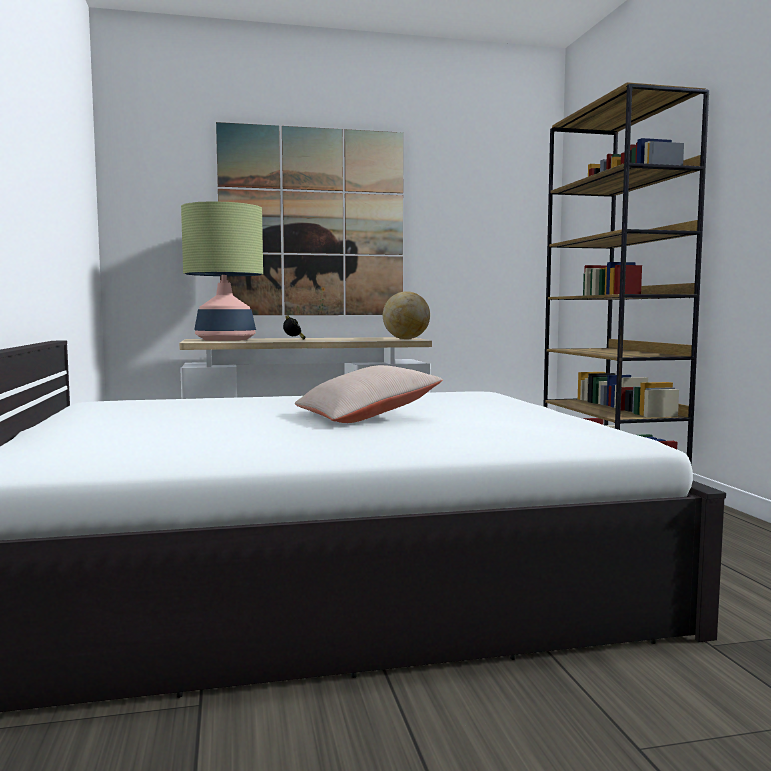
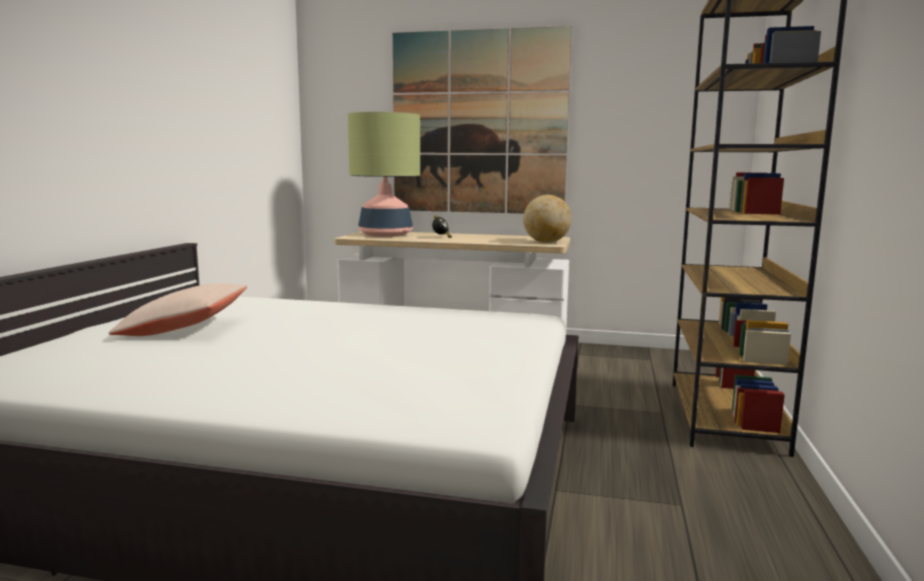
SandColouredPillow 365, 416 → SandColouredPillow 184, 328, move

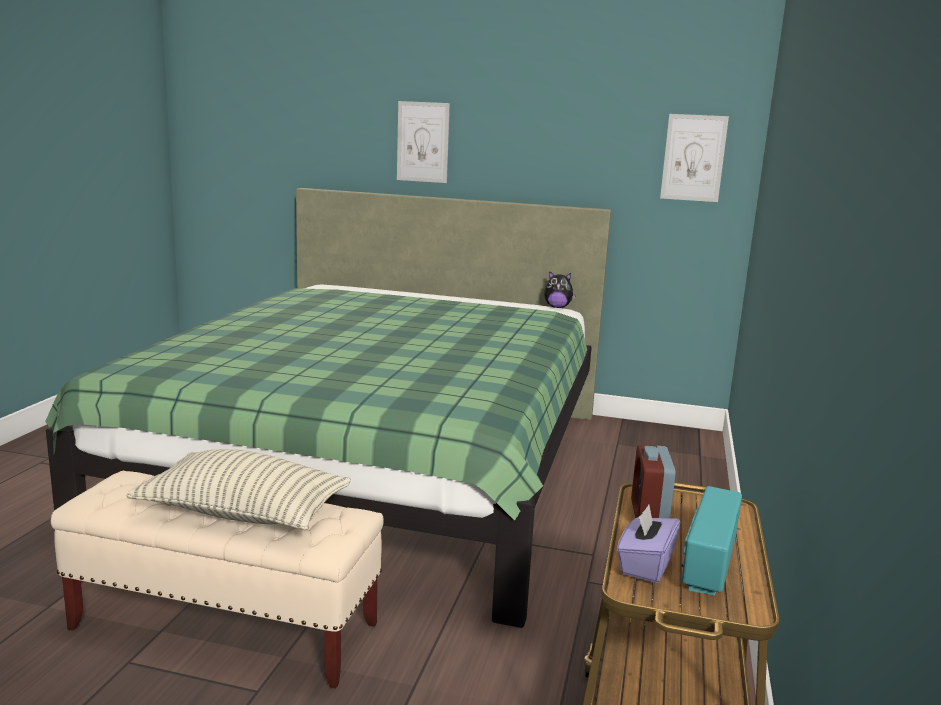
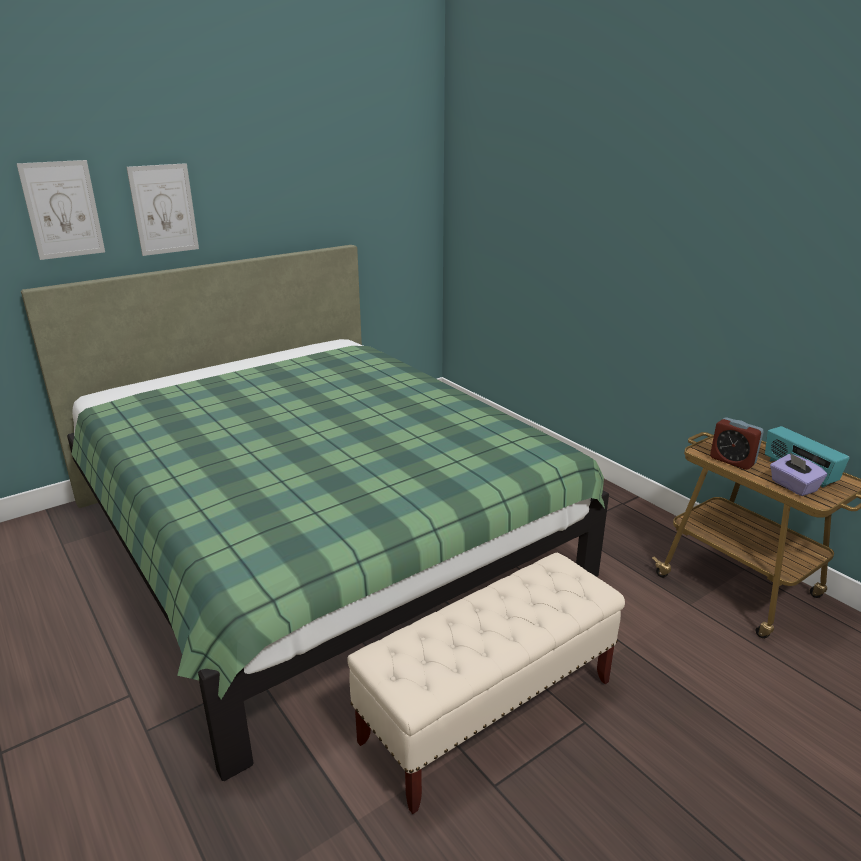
Pillow 243, 513 → -
PlushToy 557, 307 → -
WallArt 693, 158 → WallArt 62, 210, move

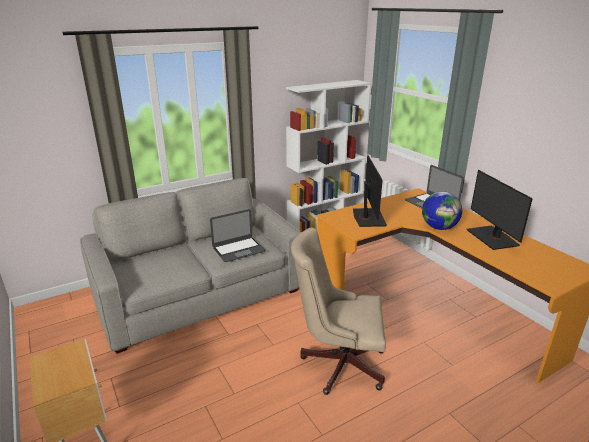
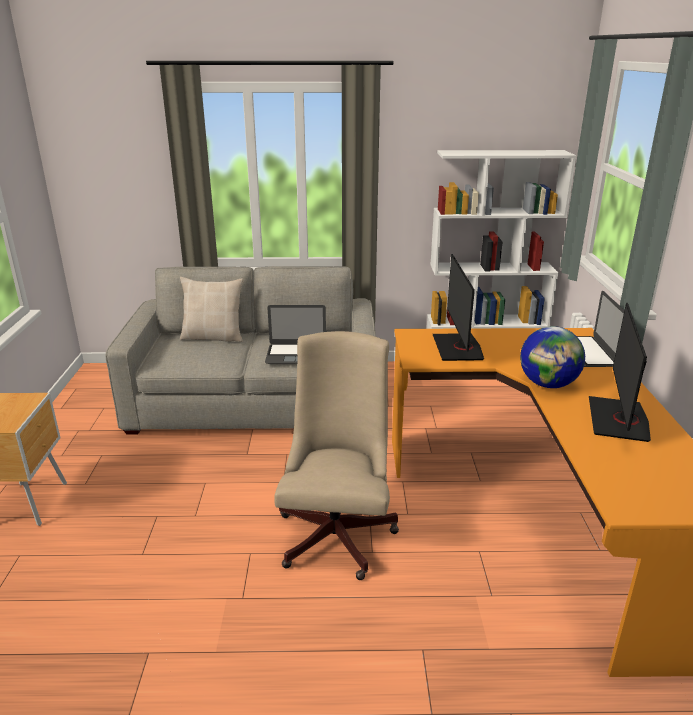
- → SandColouredPillow 213, 337
SandColouredDeskChair 338, 363 → SandColouredDeskChair 338, 531, 60 degrees clockwise
Monitor 368, 218 → Monitor 458, 348, 150 degrees clockwise

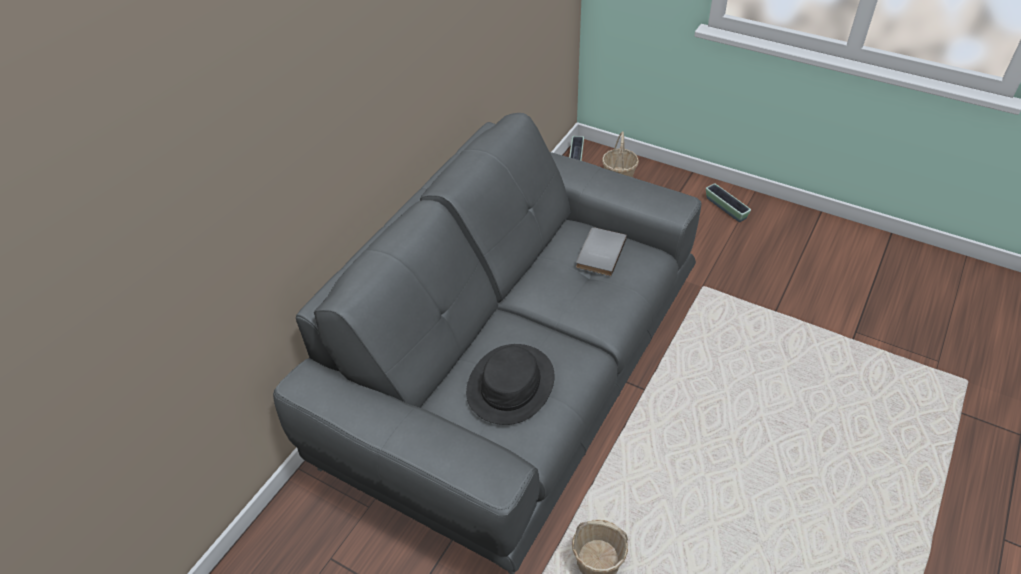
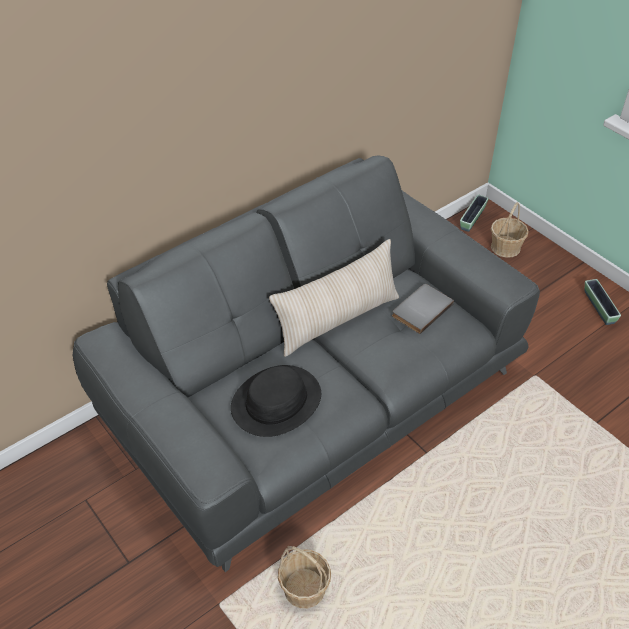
- → SandColouredPillow 337, 320

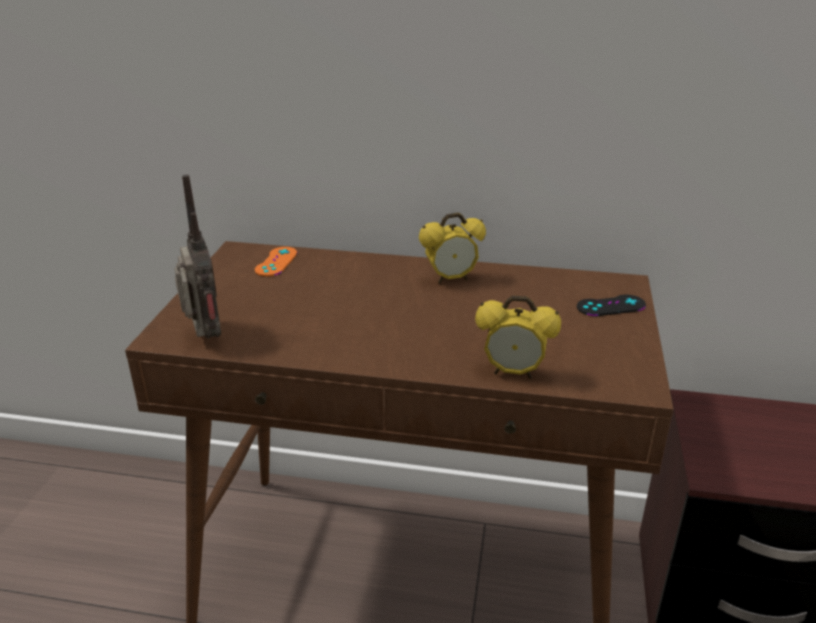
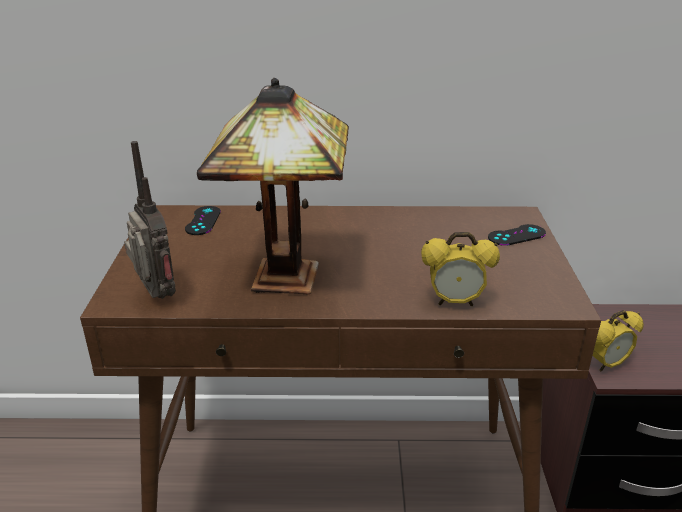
- → LampForATable 288, 280
TableClock 451, 279 → TableClock 606, 364, move
OrangeyGameController 276, 262 → BlackishGameController 203, 221

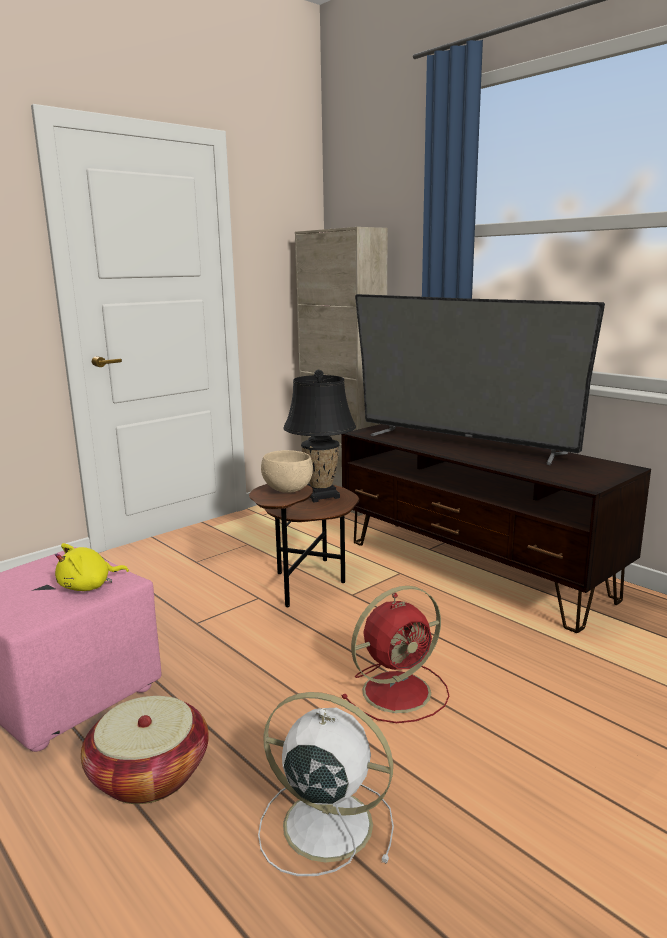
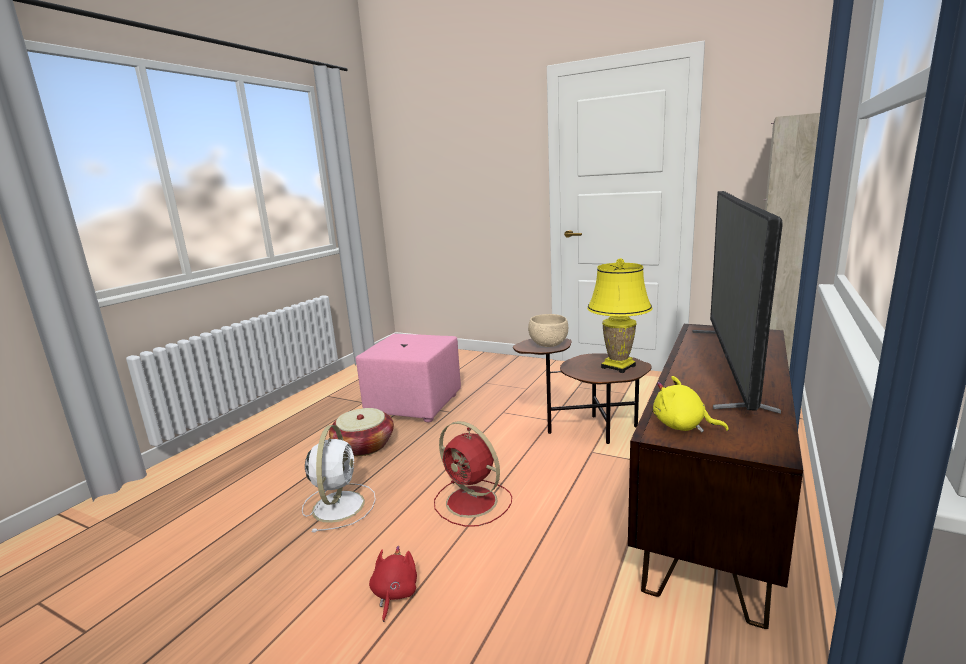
- → RedColouredPlushToy 394, 594
YellowColouredPlushToy 89, 586 → YellowColouredPlushToy 682, 426, move
BlackishLampForATable 321, 496 → YellowColouredLampForATable 618, 367

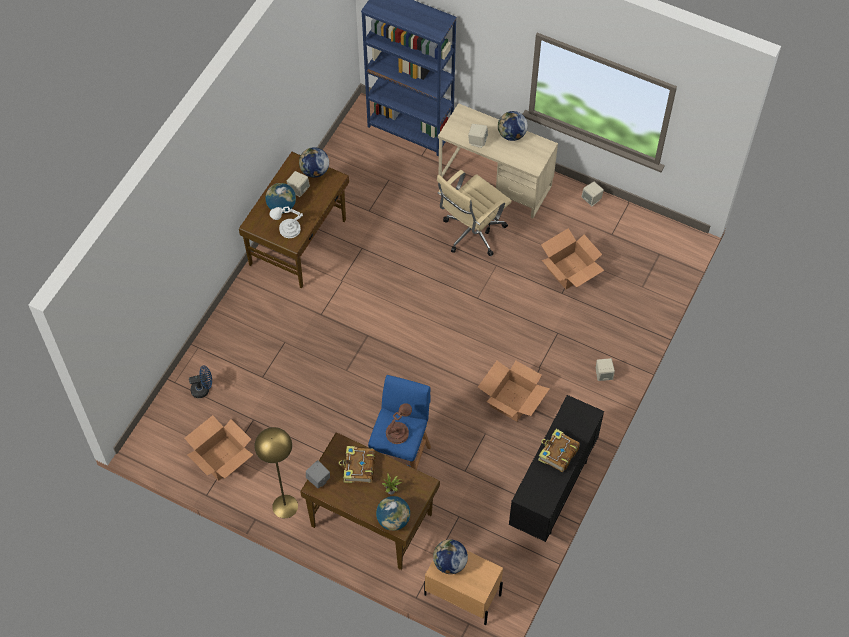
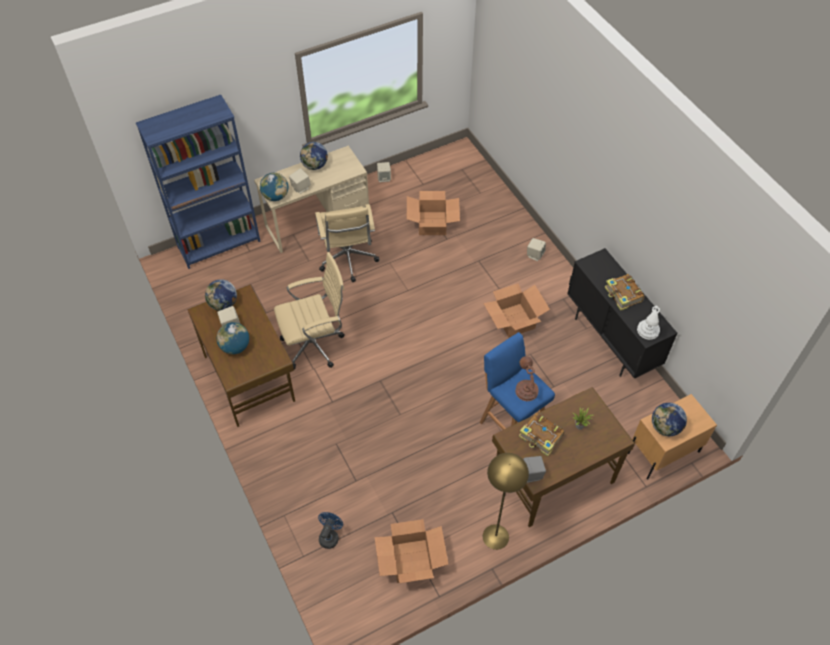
- → SandColouredDeskChair 316, 345
WhiteLampForATable 288, 230 → WhiteLampForATable 647, 332, move
DeskGlobe 393, 520 → DeskGlobe 275, 196, move

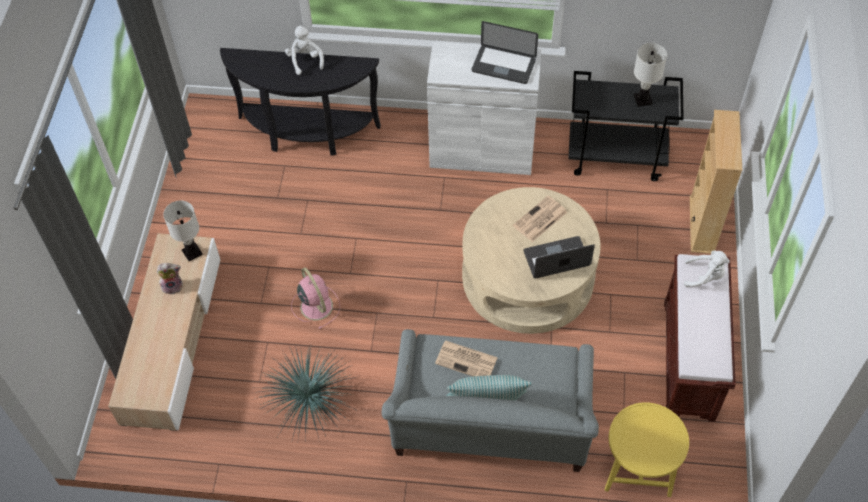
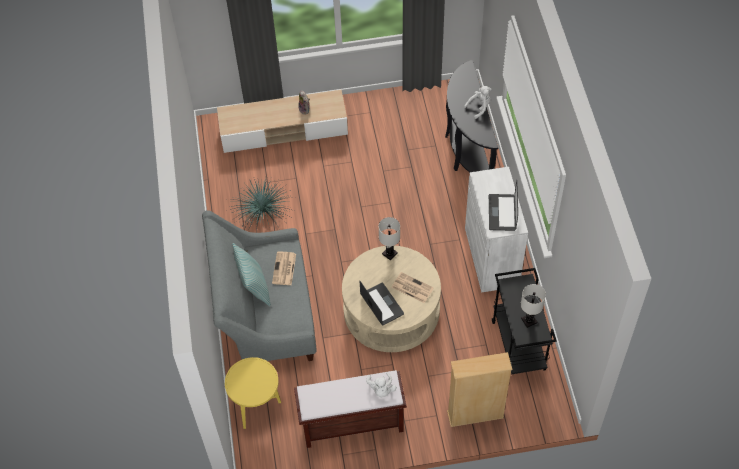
PinkElectricFan 316, 305 → -
WhiteLampForATable 192, 252 → WhiteLampForATable 390, 253, move

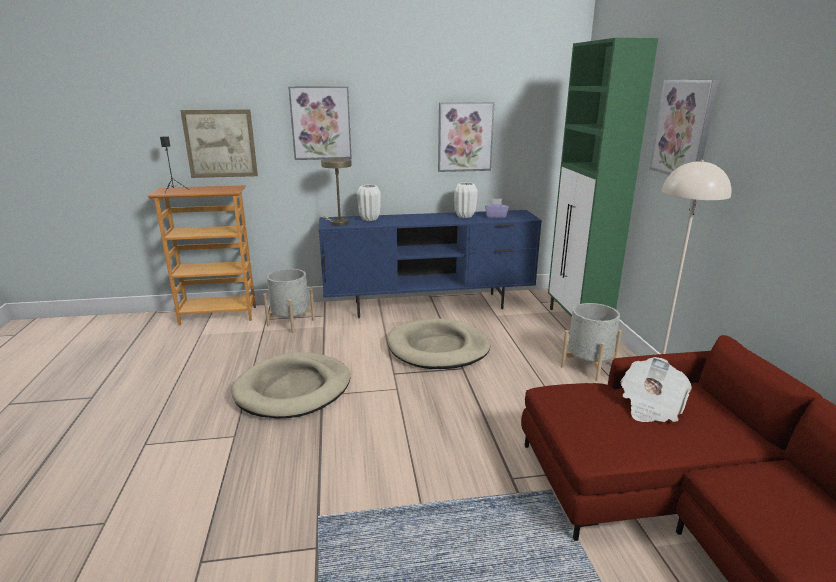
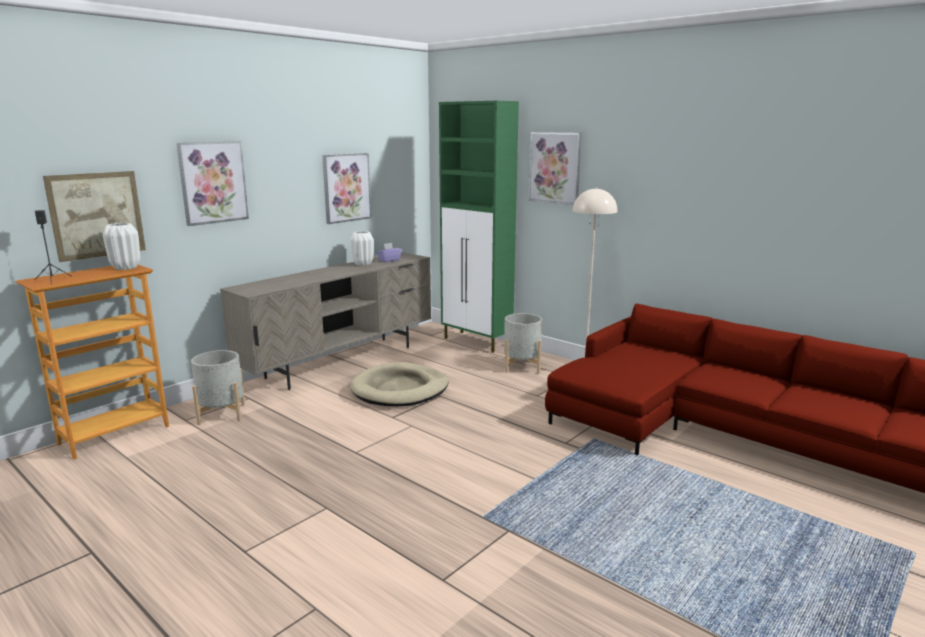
SandColouredDogBed 293, 389 → -
SandColouredLampForATable 337, 223 → -
Newspaper 650, 406 → -
WhiteVase 370, 219 → WhiteVase 126, 268, move
BluishTvStand 429, 305 → SandColouredTvStand 342, 362

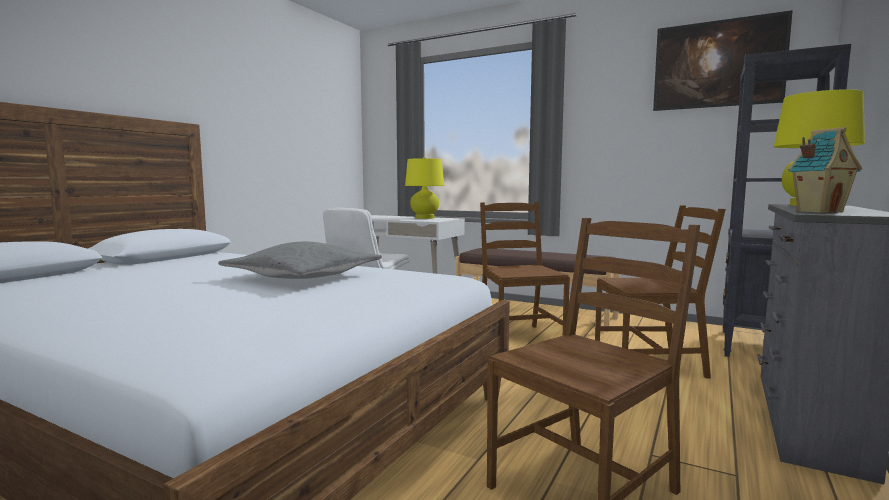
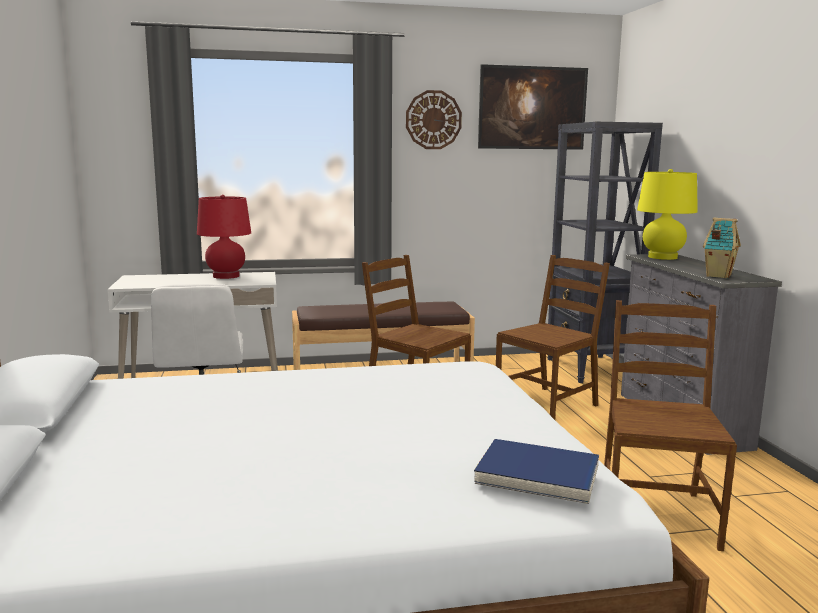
GreyPillow 303, 277 → -
- → ClockOnTheWall 433, 120
- → BluishVolume 537, 475
YellowColouredLampForATable 424, 218 → RedColouredLampForATable 226, 276

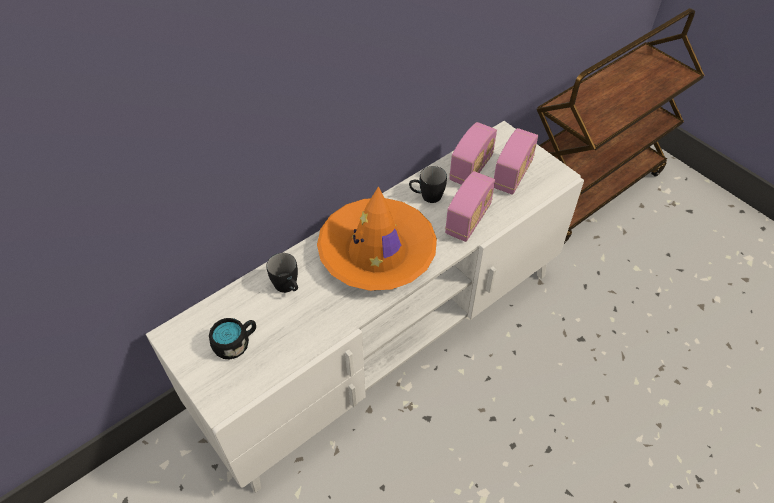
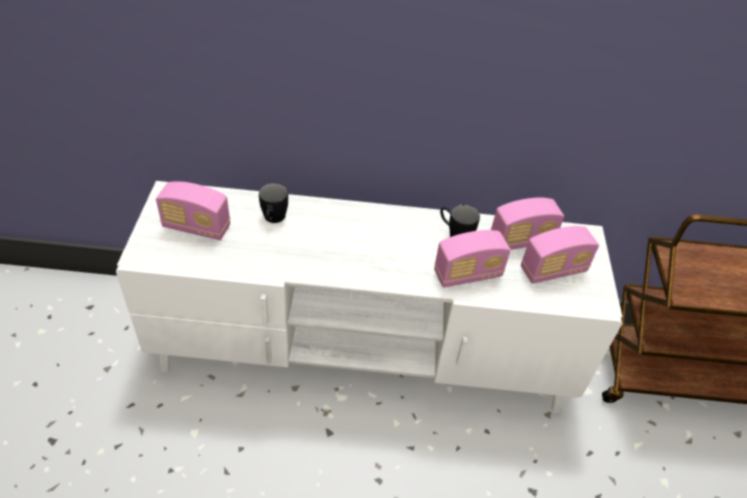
OrangeyHat 377, 252 → -
BlackishMug 236, 343 → Radio 196, 227

